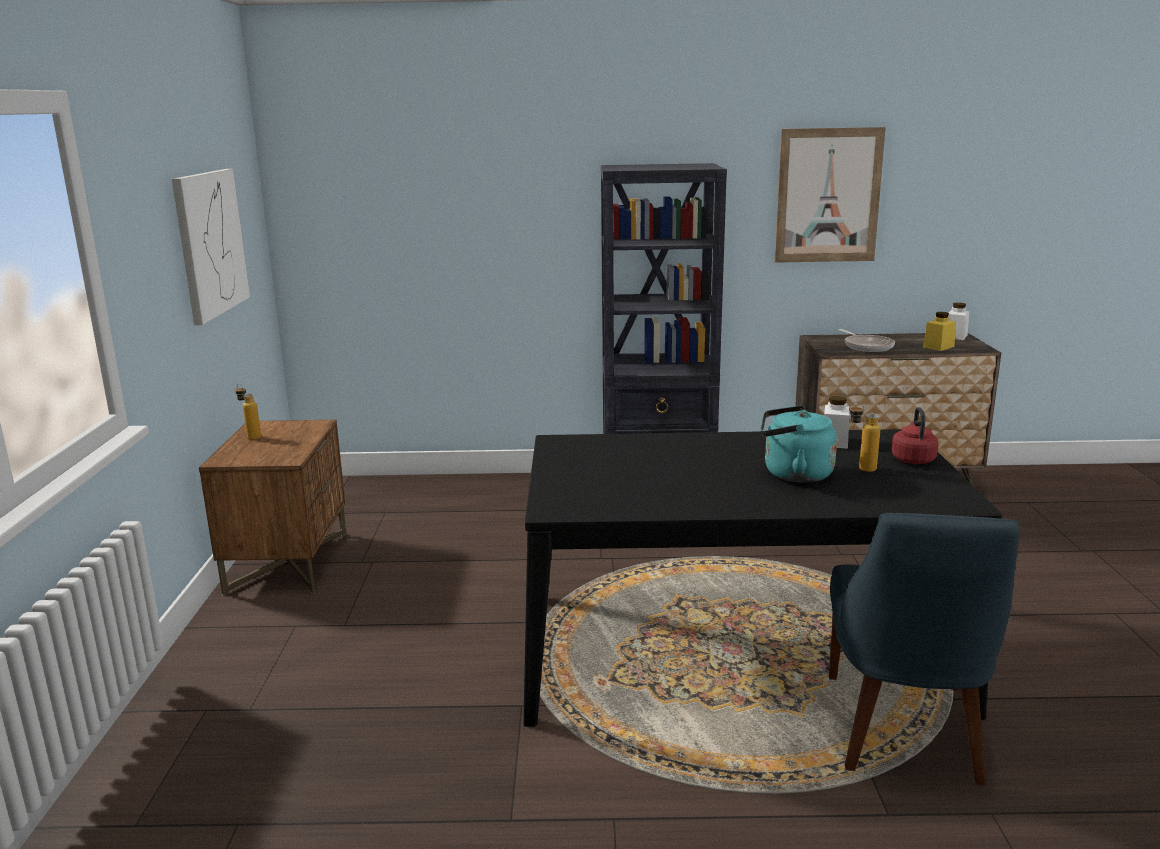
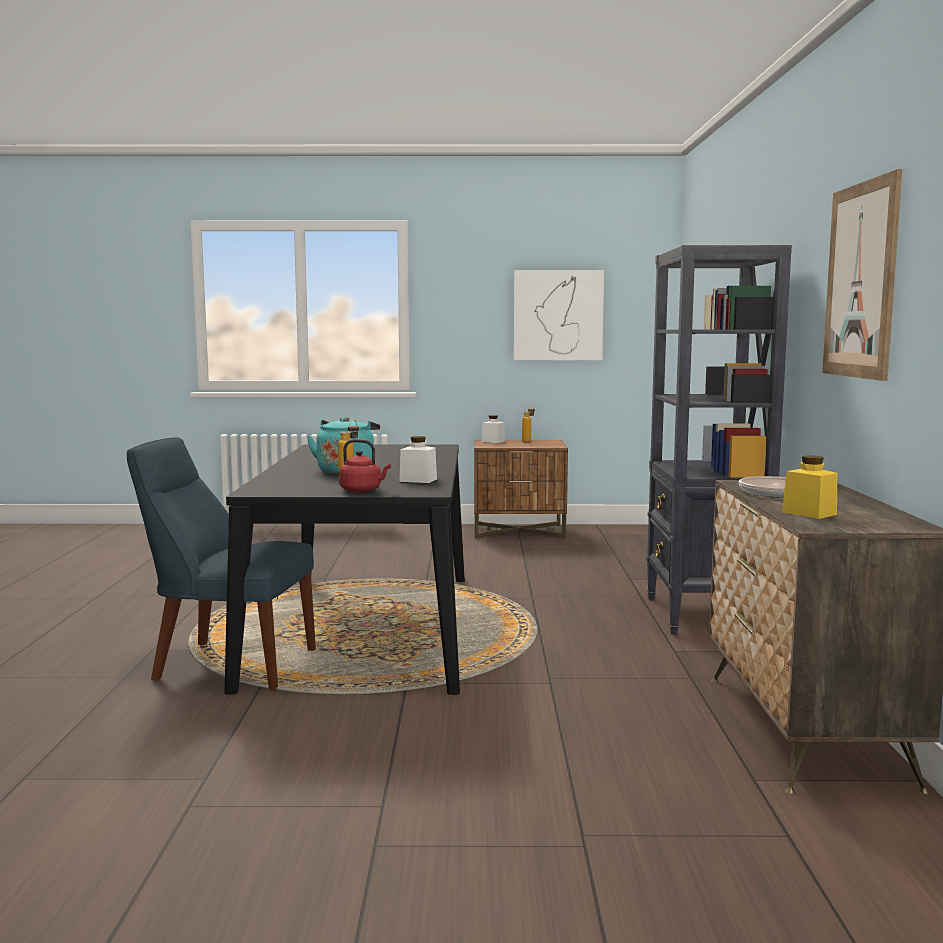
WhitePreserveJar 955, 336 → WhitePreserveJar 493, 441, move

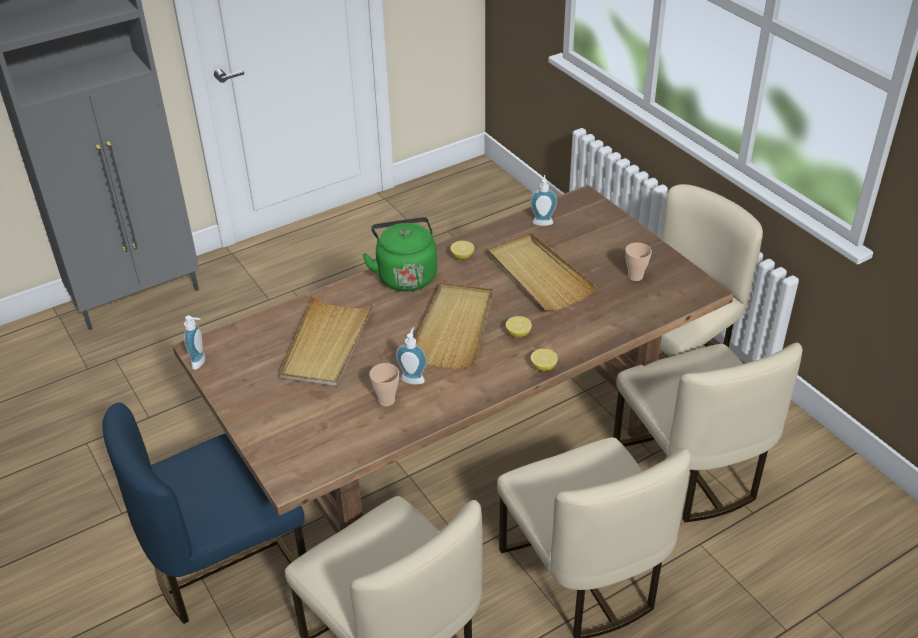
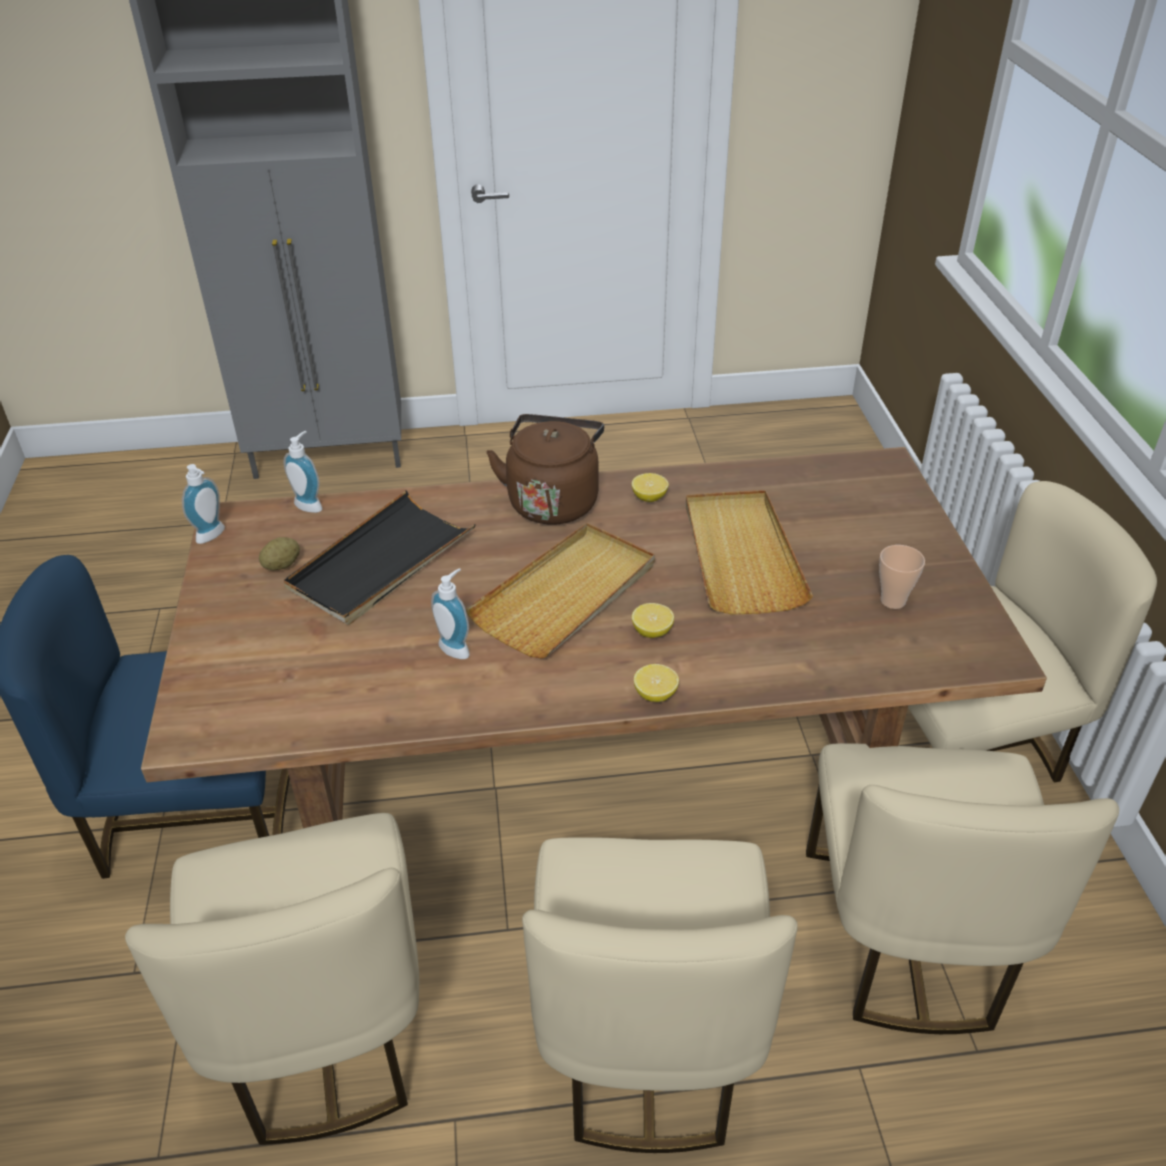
SmallCup 386, 400 → -
- → WholePotato 282, 565
SoapDispenser 542, 221 → SoapDispenser 311, 504, move
SandColouredTray 327, 344 → BlackishTray 381, 563
GreenishKettle 405, 275 → BrownishKettle 553, 500

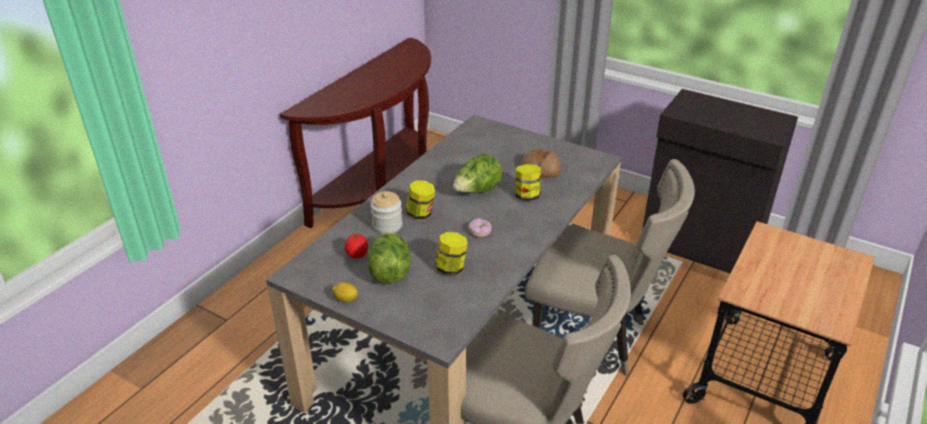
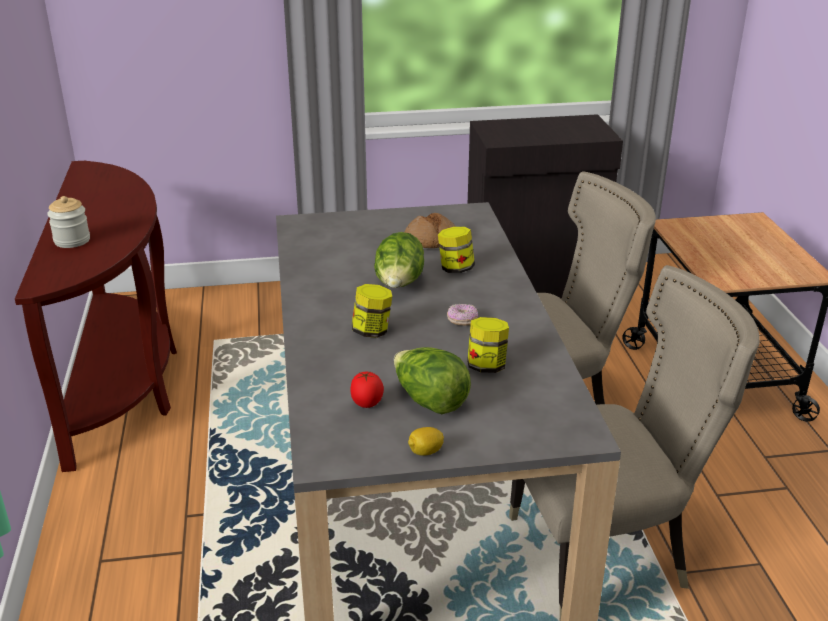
PreserveJar 387, 226 → PreserveJar 72, 240, move

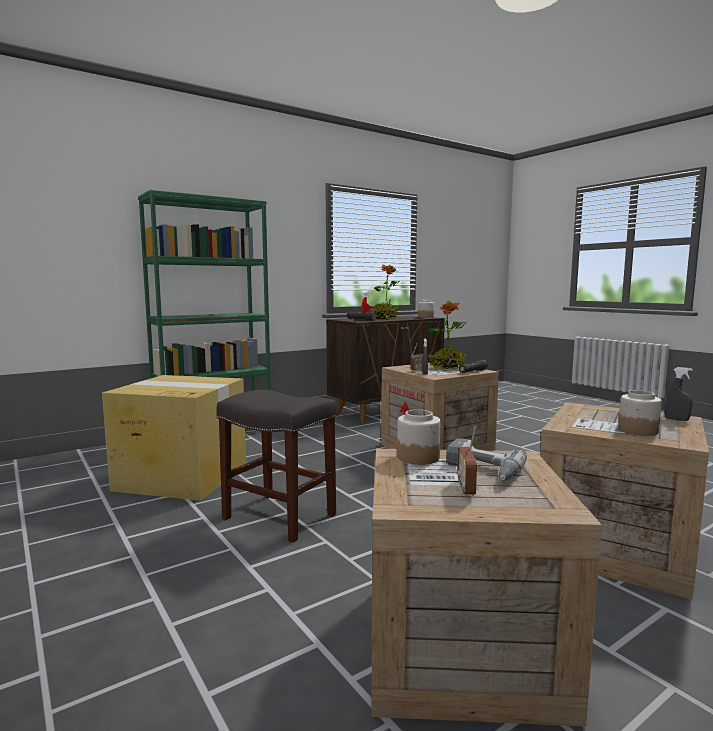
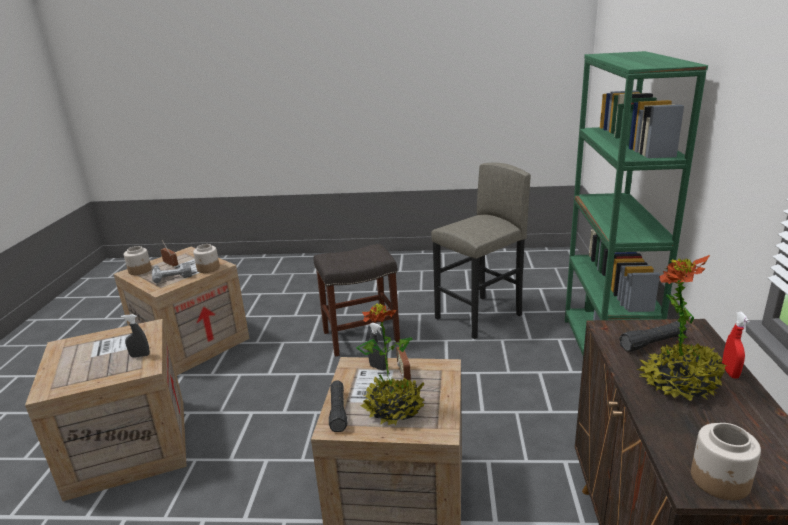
PreserveJar 637, 430 → PreserveJar 140, 270, move
GreyHandSprayer 676, 419 → GreyHandSprayer 140, 356, move
CardboardBox 181, 477 → GreySittingStool 479, 317

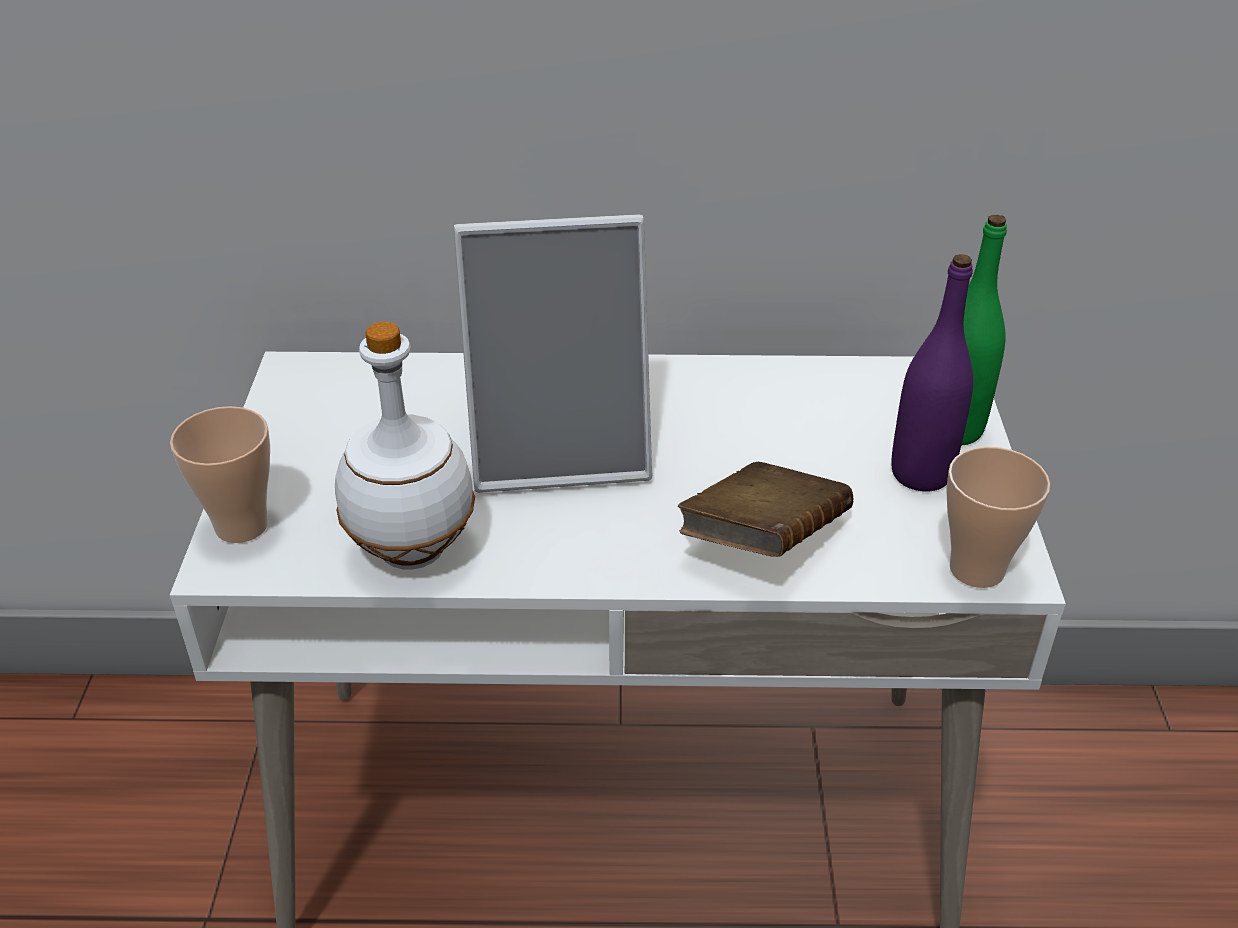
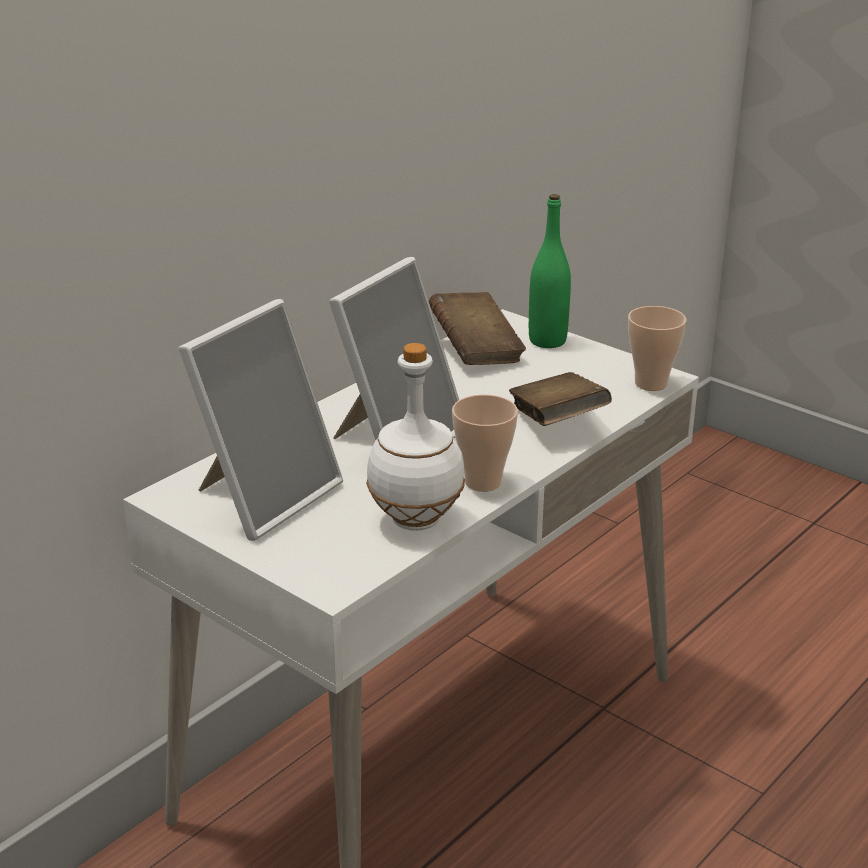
PurpleBeverageBottle 921, 474 → -
- → PhotoFrame 264, 496
- → BrownishVolume 476, 351
SmallCup 241, 526 → SmallCup 483, 482, move

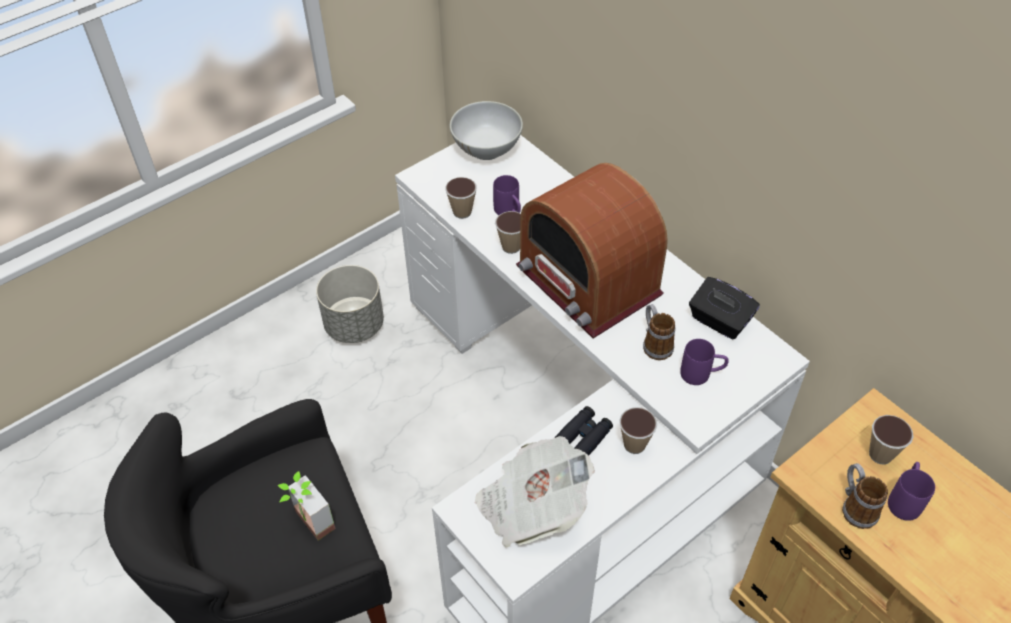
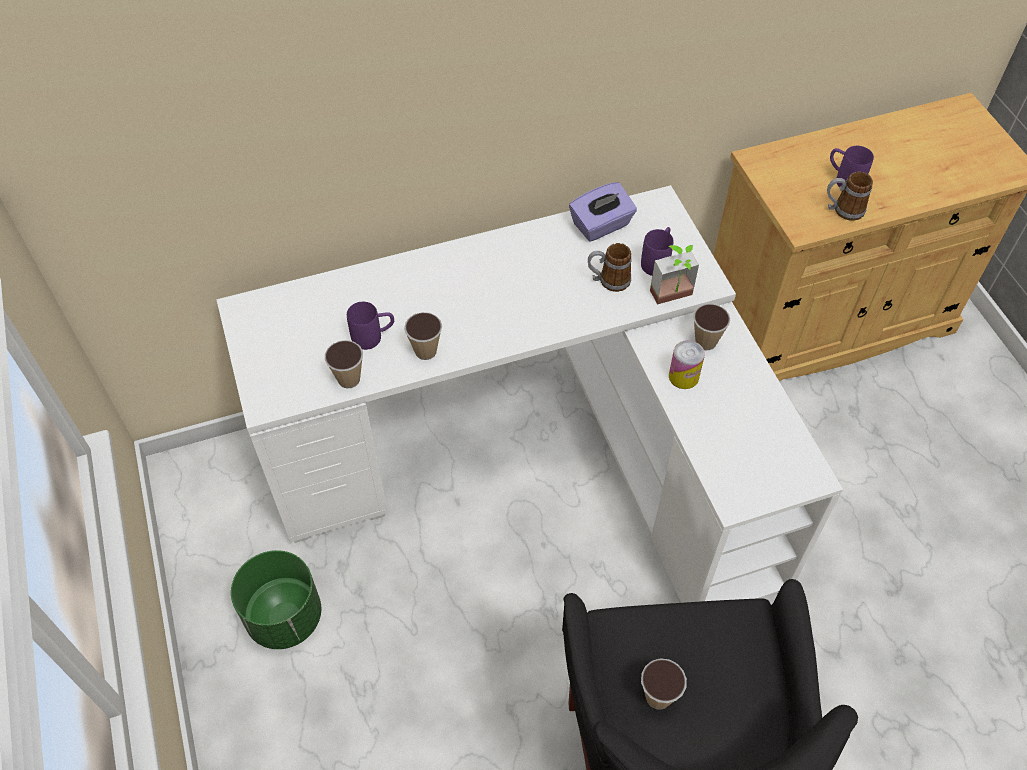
WhiteServingBowl 487, 149 → -
Newspaper 532, 506 → -
Radio 587, 281 → -
PlantInAPot 307, 525 → PlantInAPot 674, 298, move
SmallCup 880, 454 → SmallCup 658, 696, move
BlackishFieldGlasses 583, 436 → SealedCan 683, 376
GreyPlanter 354, 325 → GreenishPlanter 285, 617
BlackishTissueHolder 719, 321 → PurpleTissueHolder 601, 225

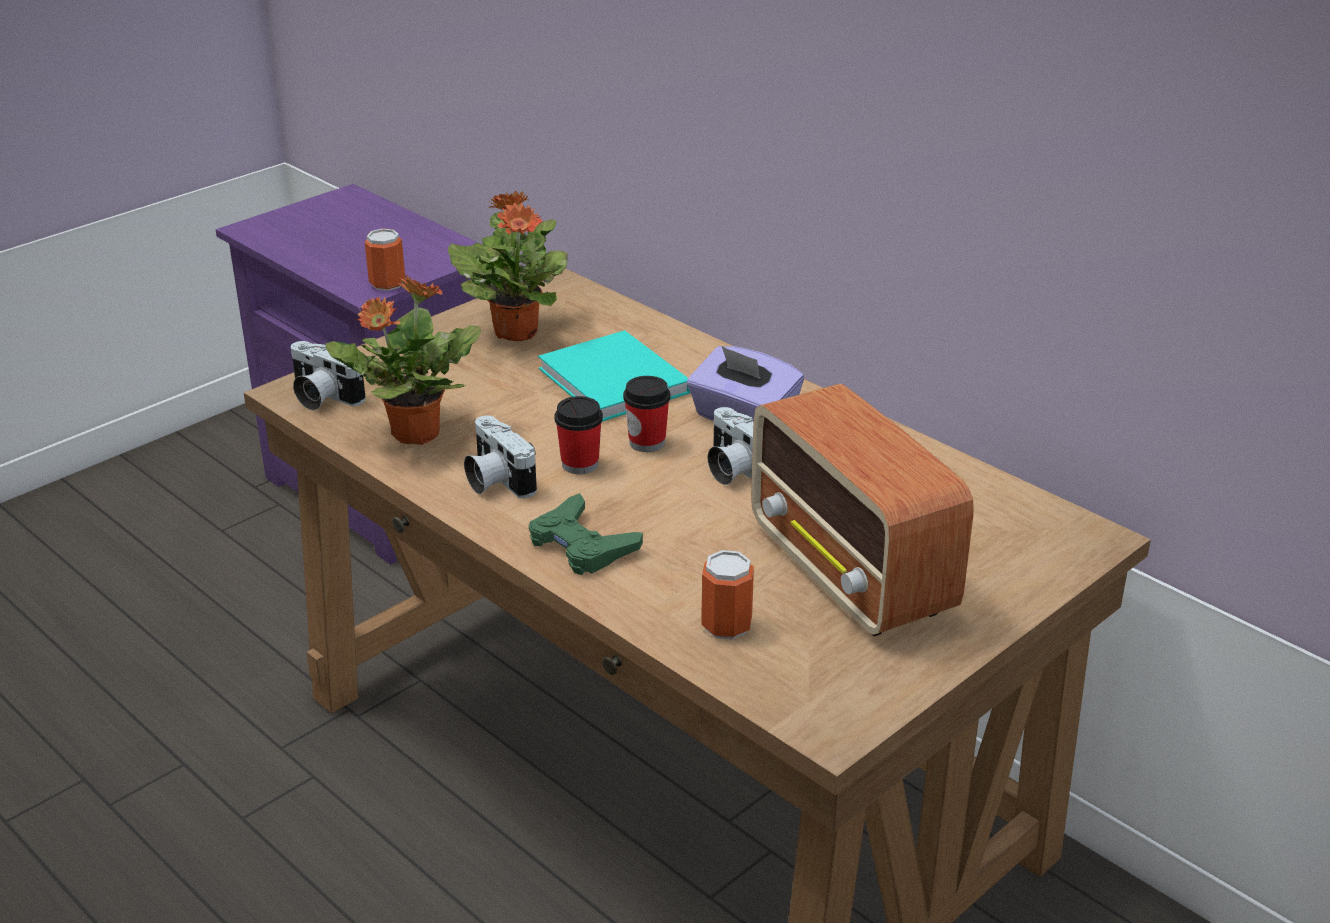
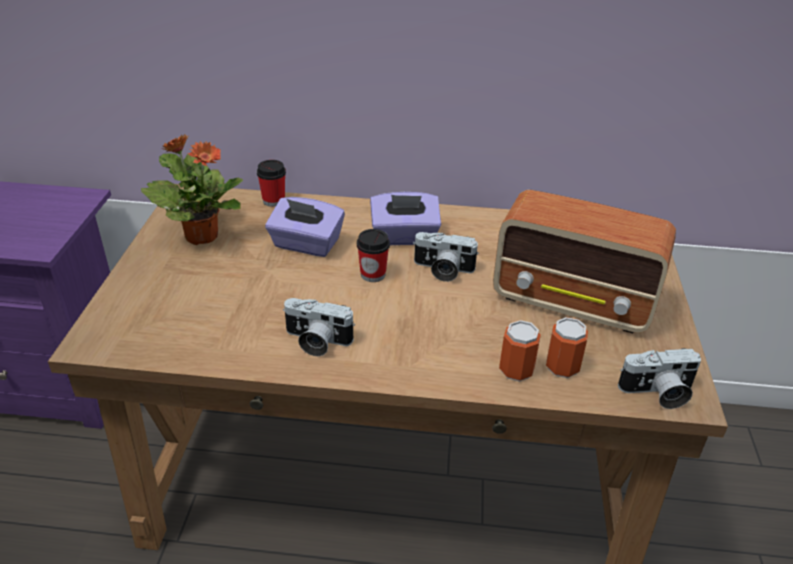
PlantInAPot 413, 434 → -
GreenishGameController 581, 545 → -
PhotoCamera 321, 397 → PhotoCamera 657, 393, move
SealedCan 387, 283 → SealedCan 516, 370, move
SmallCup 580, 464 → SmallCup 273, 201, move
TurquoiseVolume 616, 382 → PurpleTissueHolder 306, 244

